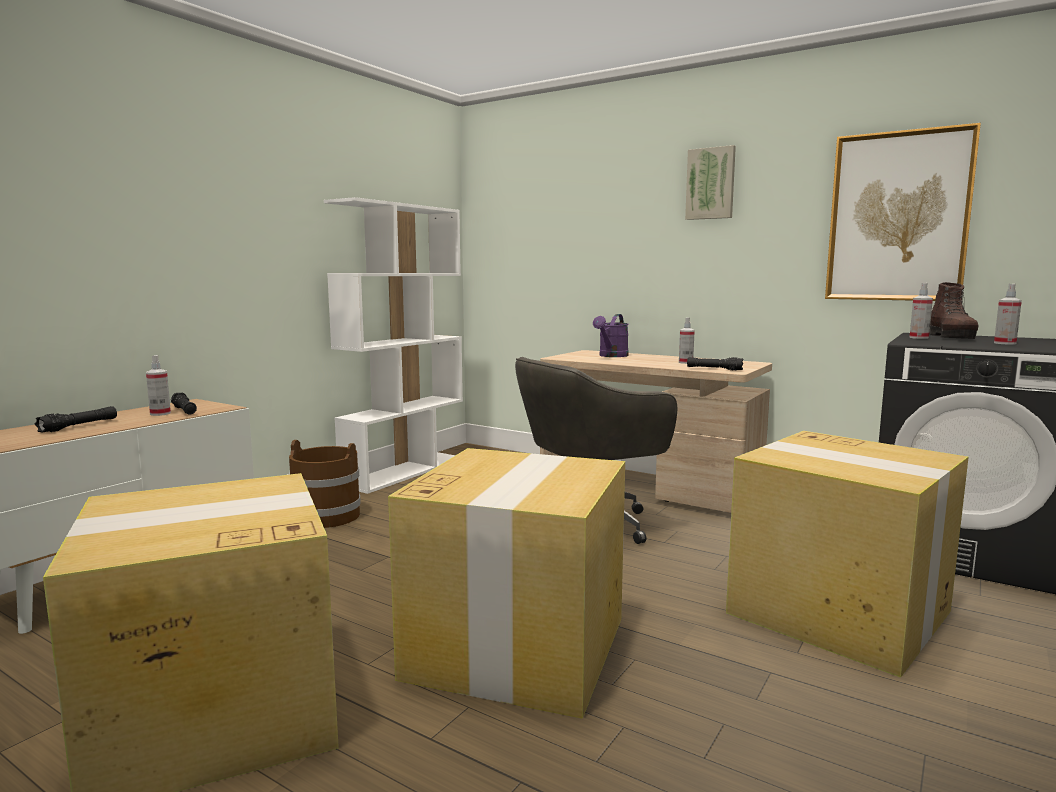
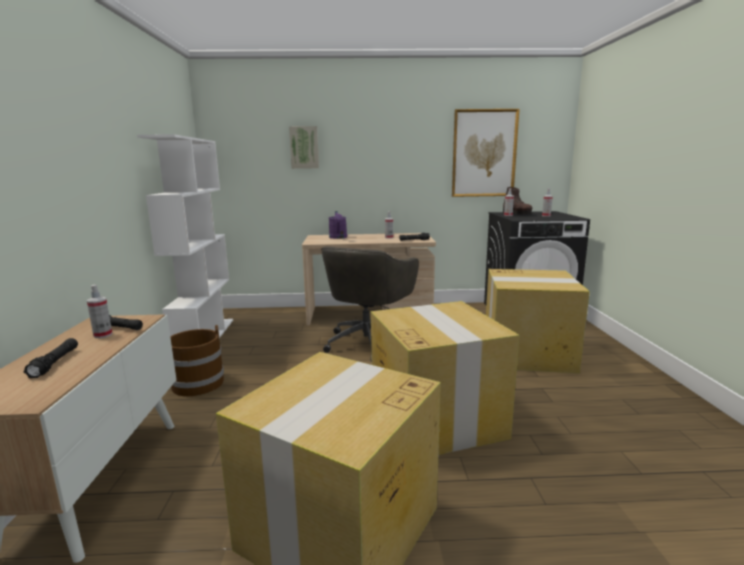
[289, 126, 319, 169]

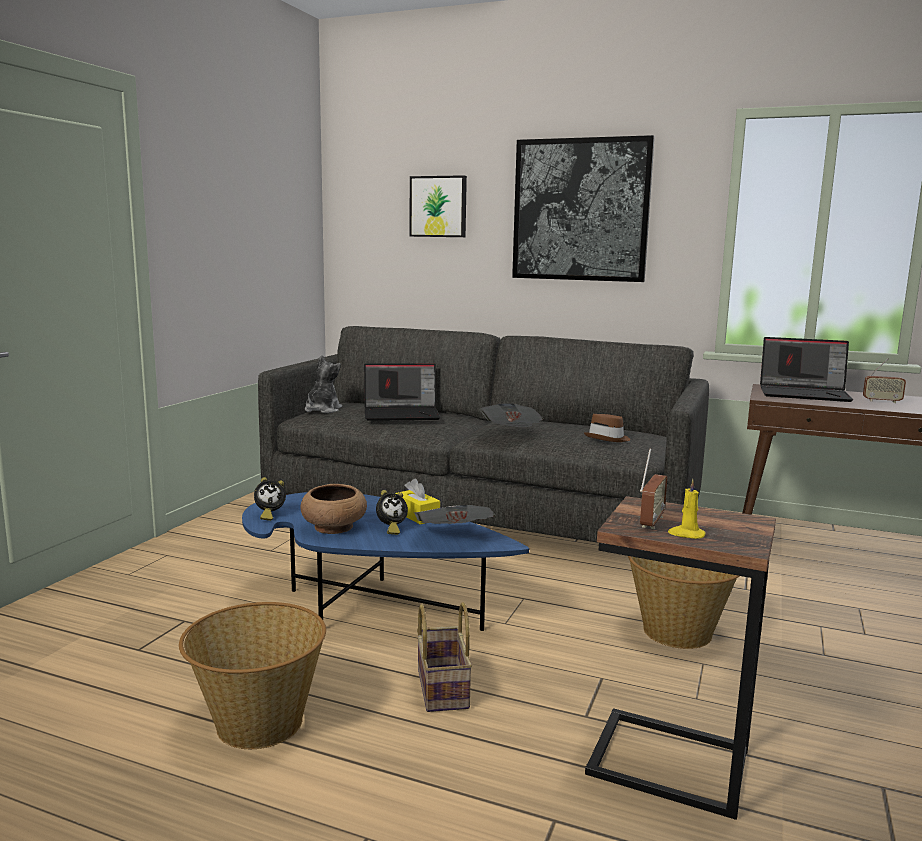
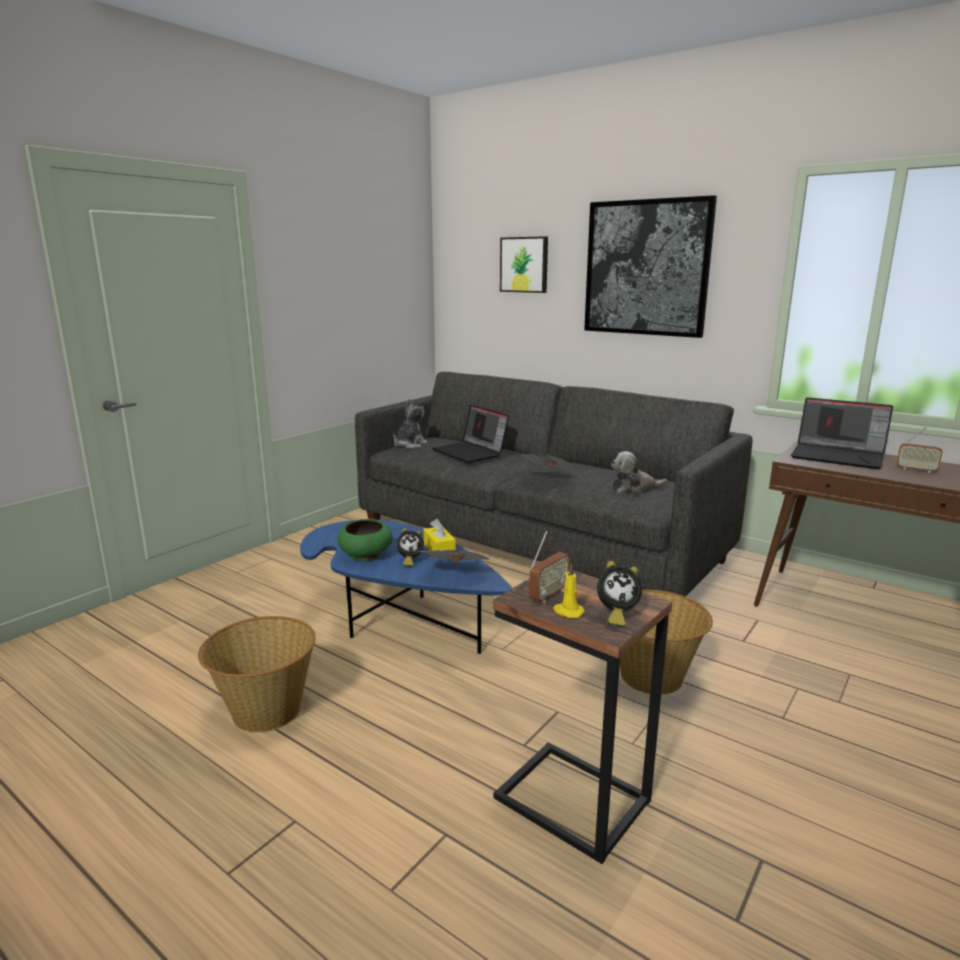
[337, 519, 392, 561]
[432, 405, 509, 463]
[597, 561, 642, 627]
[611, 451, 668, 494]
[417, 602, 472, 712] (first image)

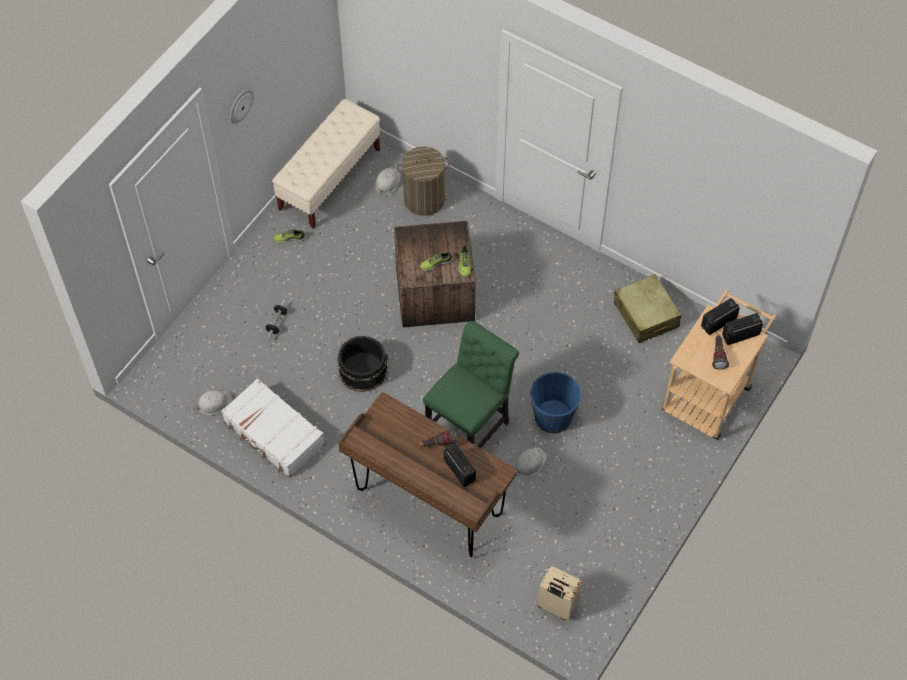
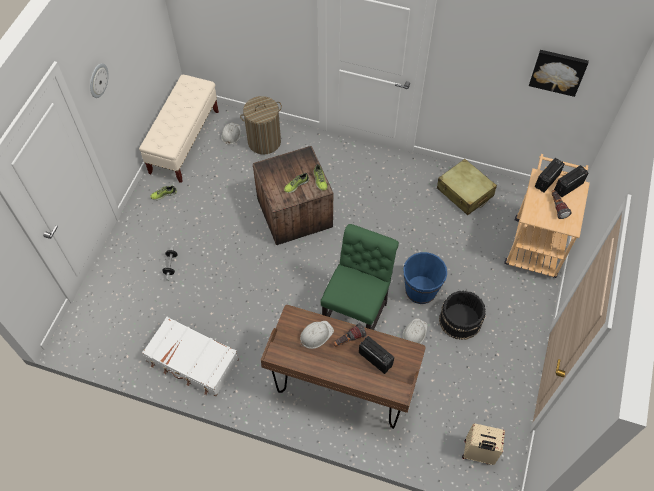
[300, 321, 334, 349]
[439, 290, 486, 340]
[529, 50, 589, 97]

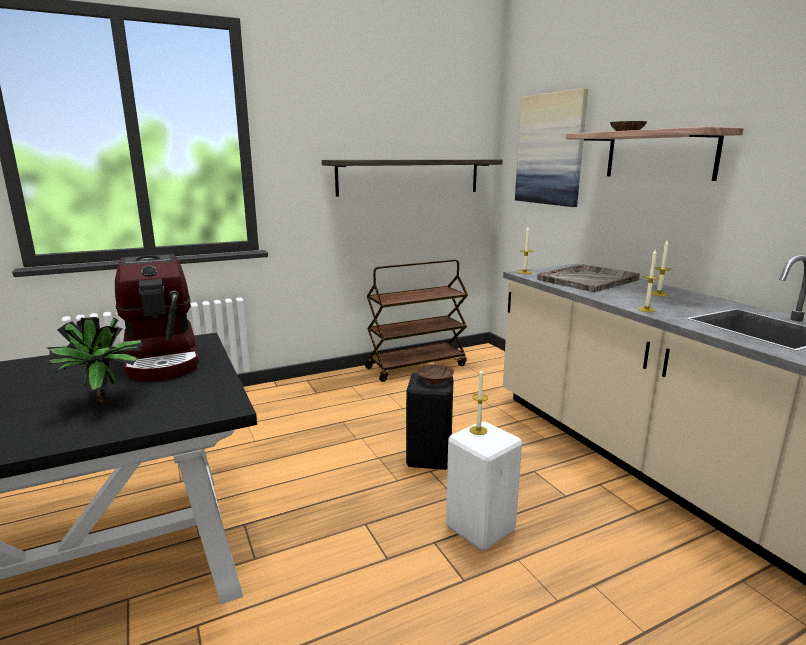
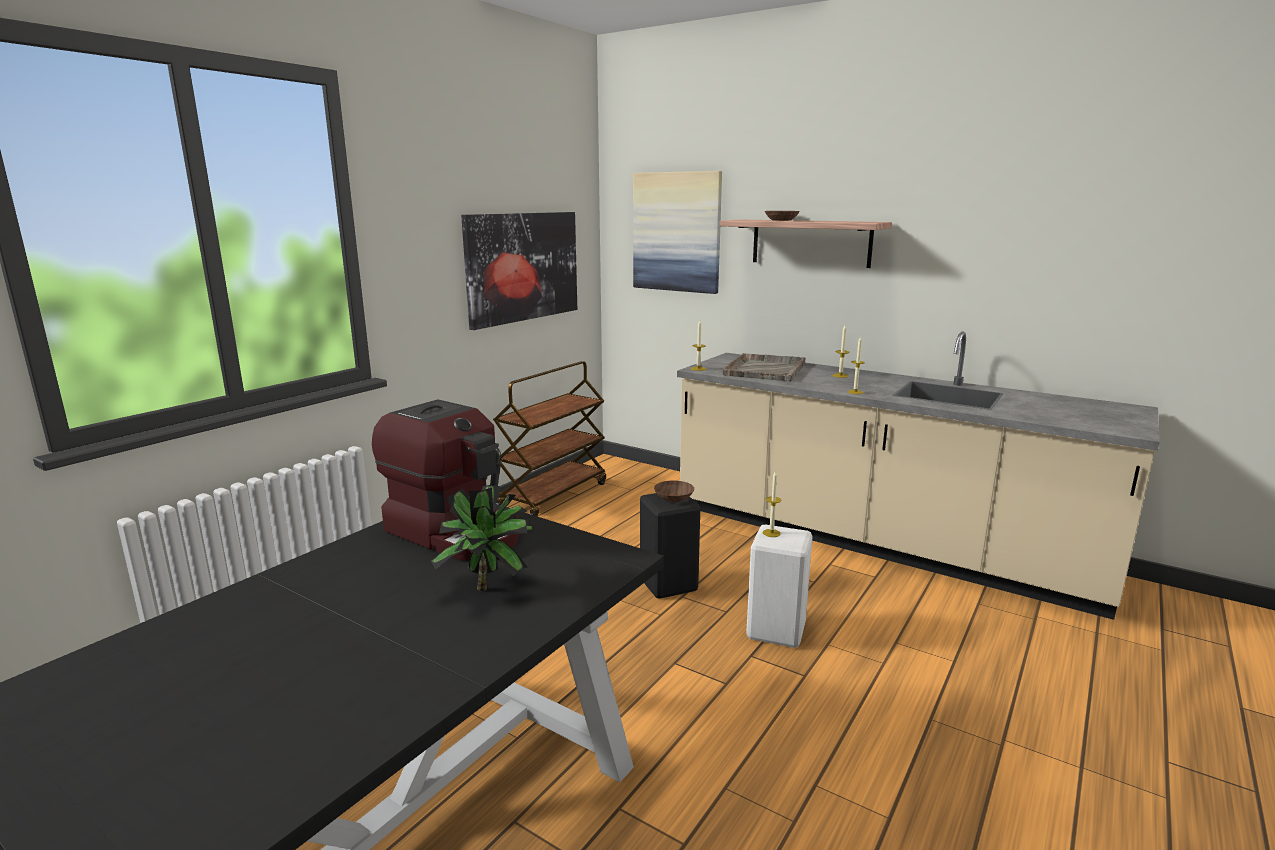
[461, 212, 577, 330]

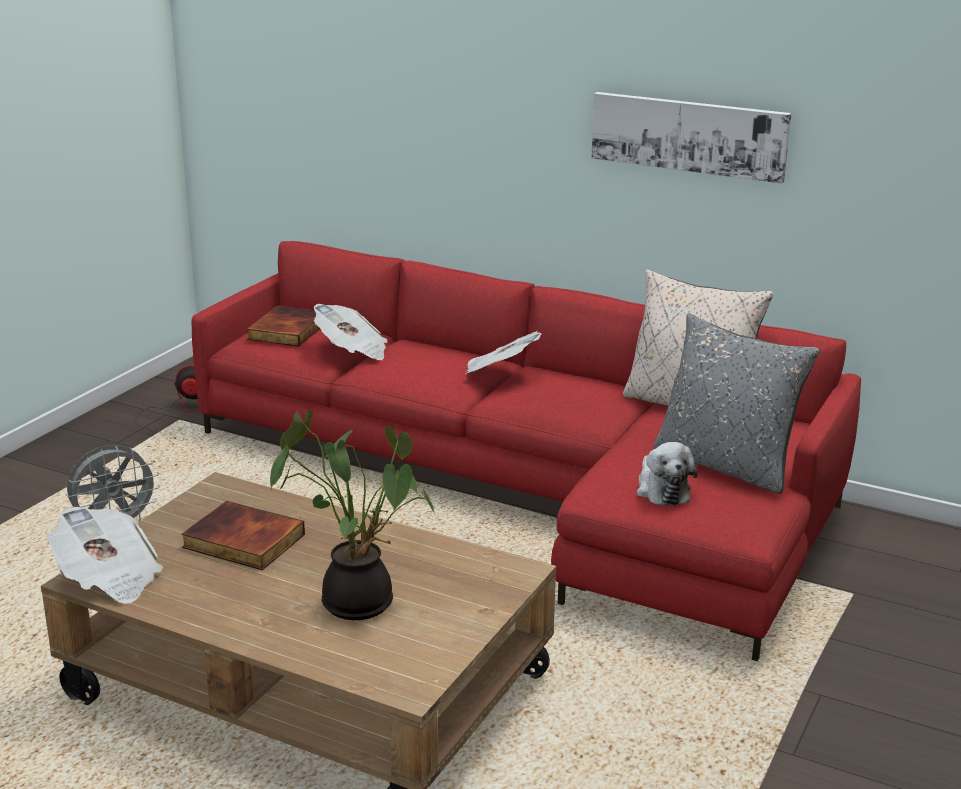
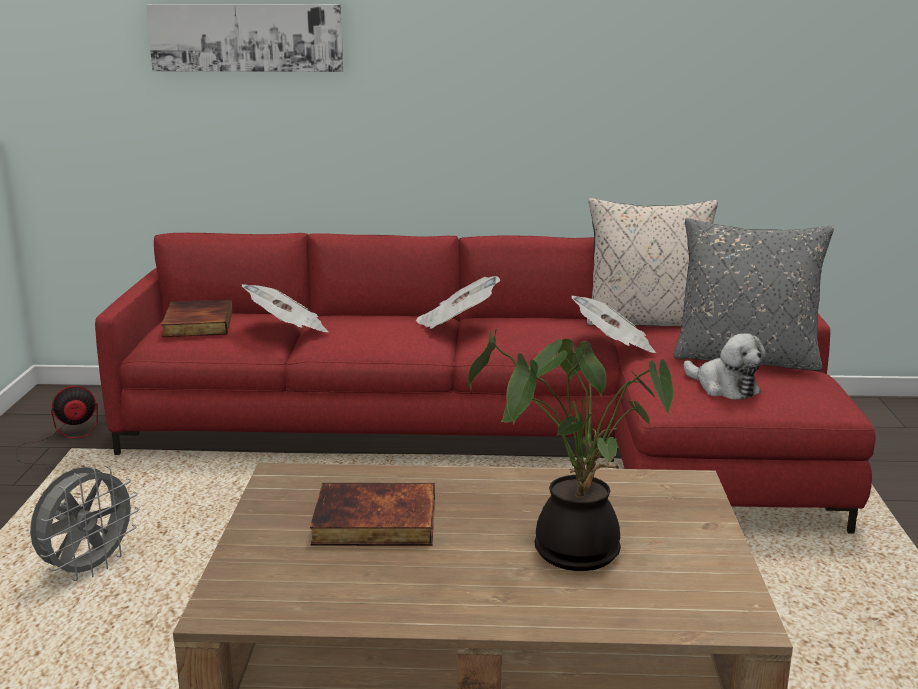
[146, 4, 343, 72]
[571, 296, 656, 353]

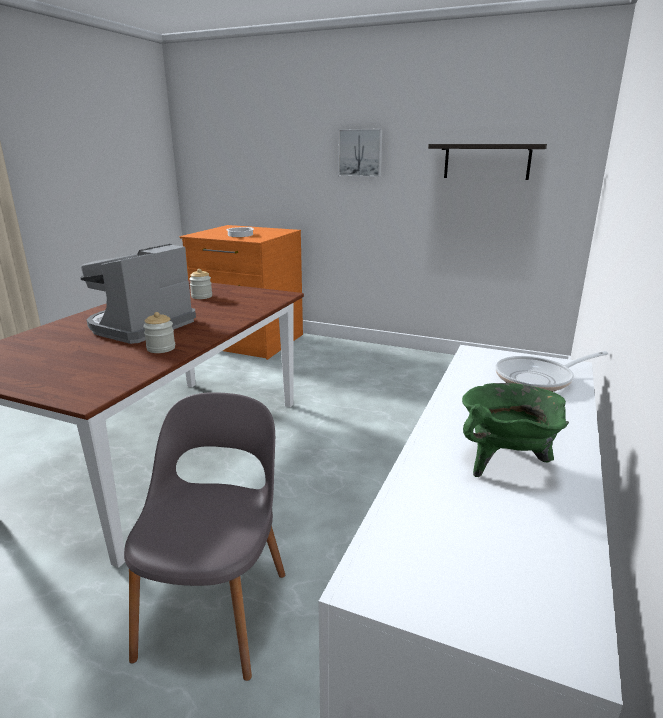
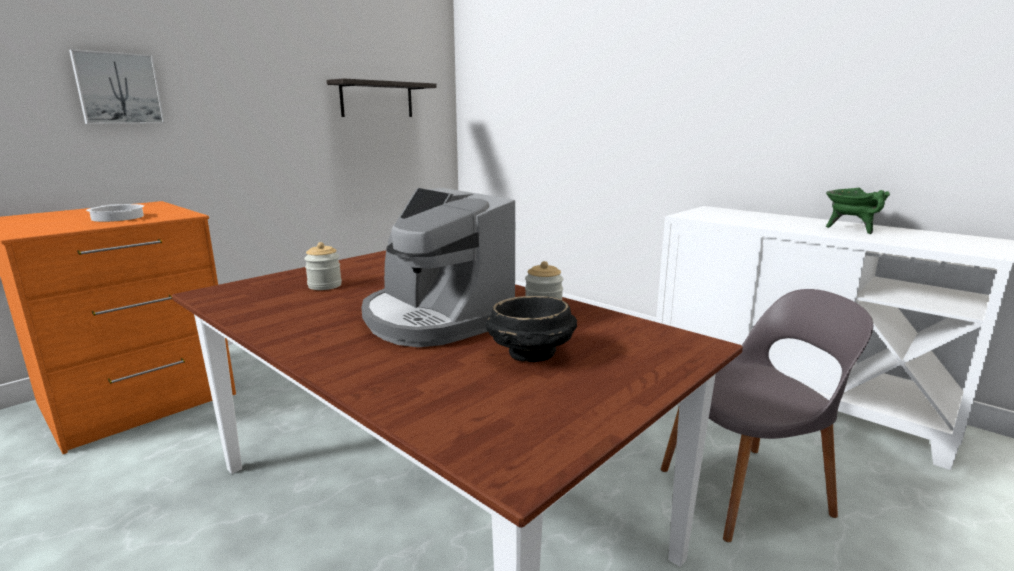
[69, 49, 165, 124]
[486, 296, 577, 362]
[661, 289, 873, 542]
[495, 351, 608, 391] (first image)

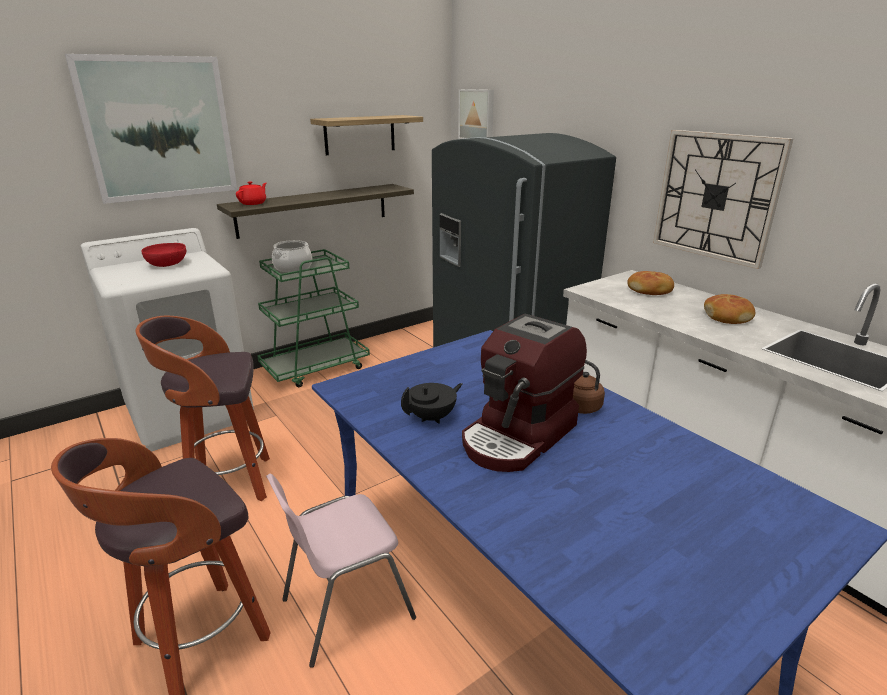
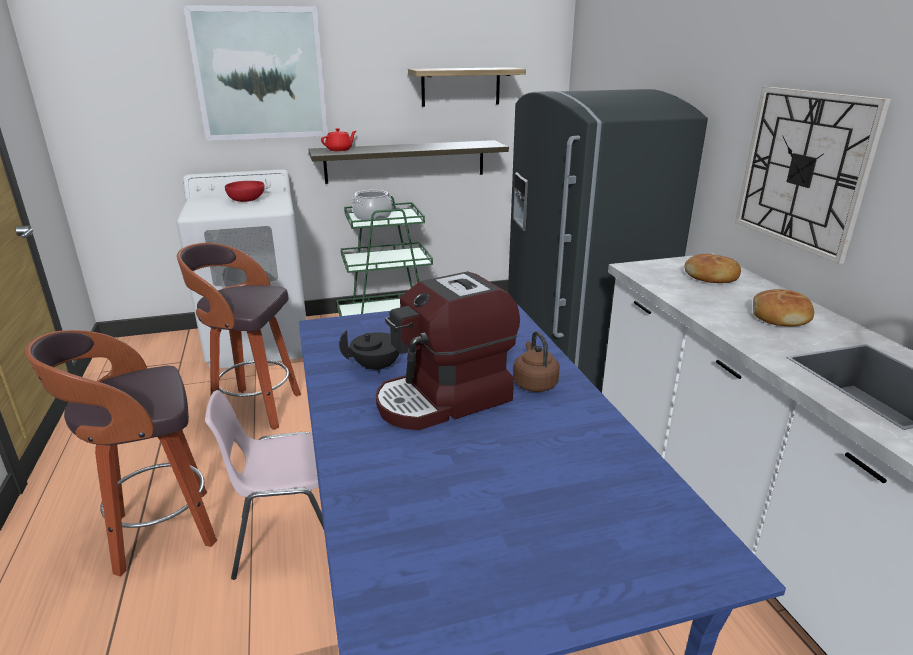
[458, 89, 494, 139] (first image)

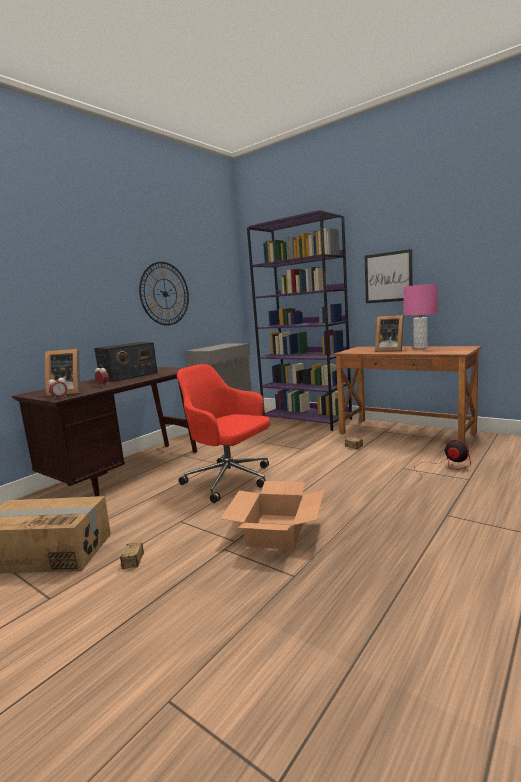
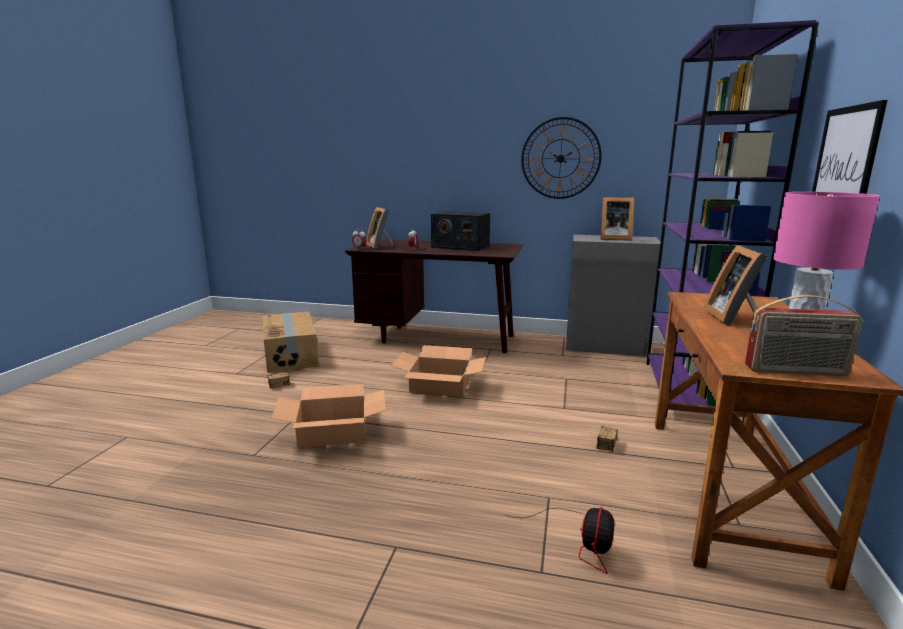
[391, 345, 486, 397]
[600, 197, 634, 241]
[745, 295, 862, 376]

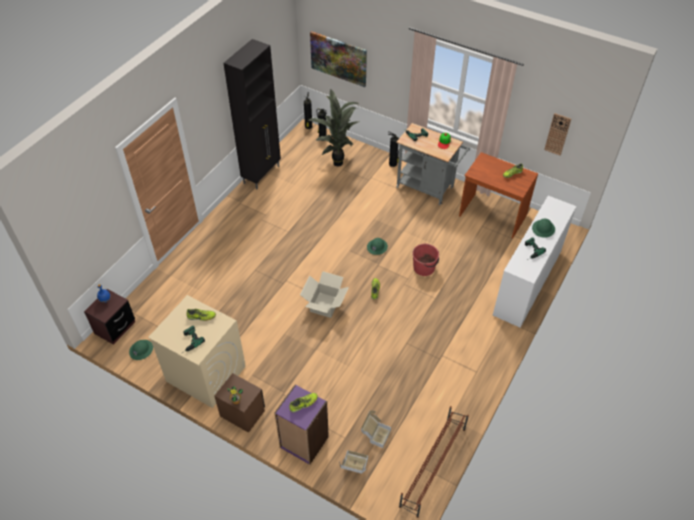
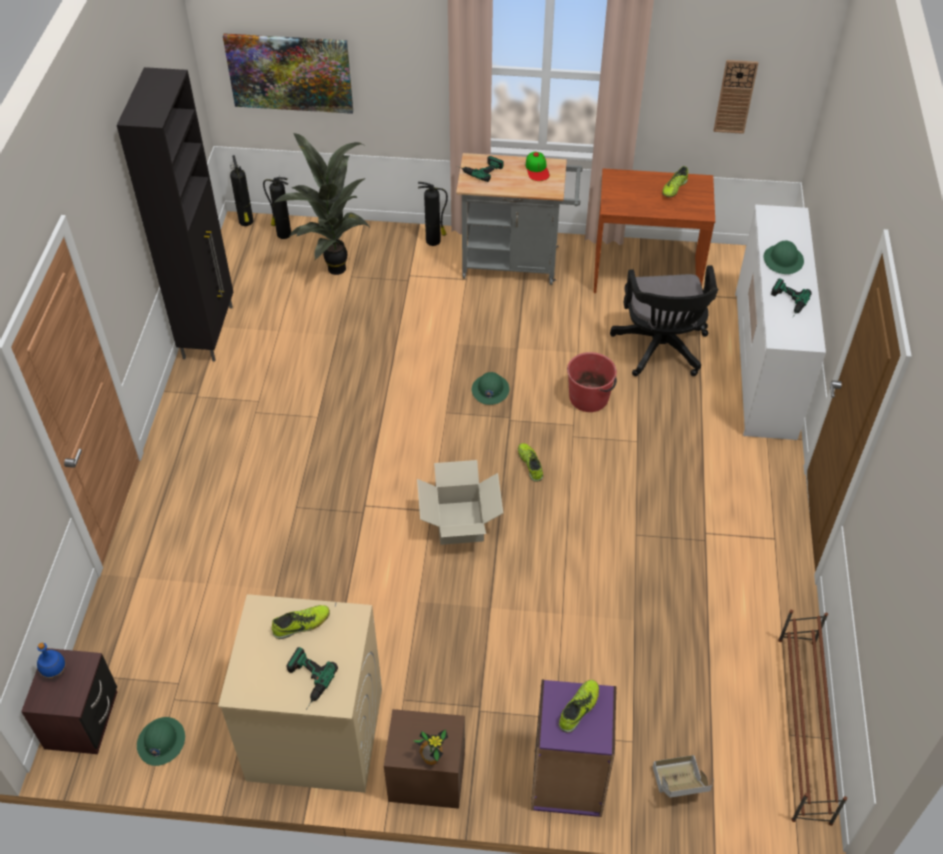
[610, 265, 718, 376]
[361, 410, 391, 448] (first image)

